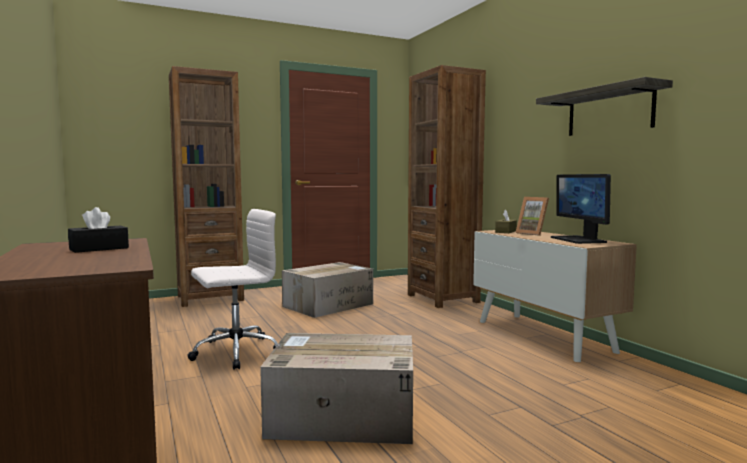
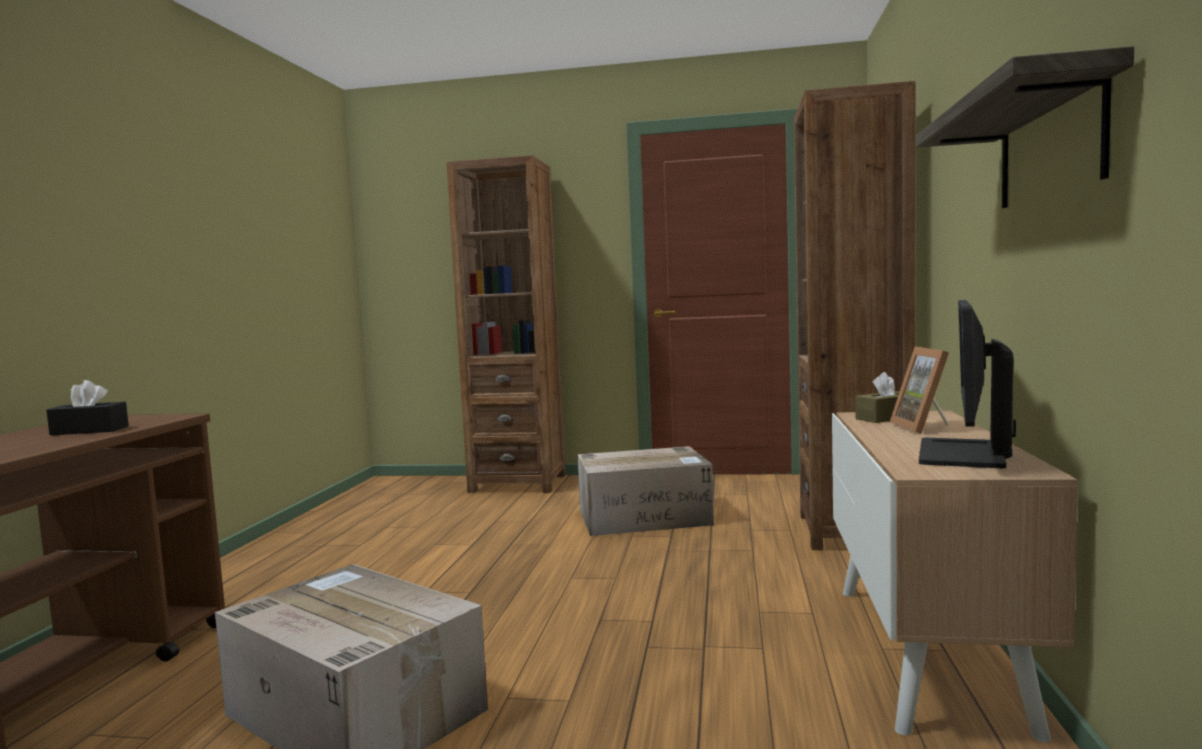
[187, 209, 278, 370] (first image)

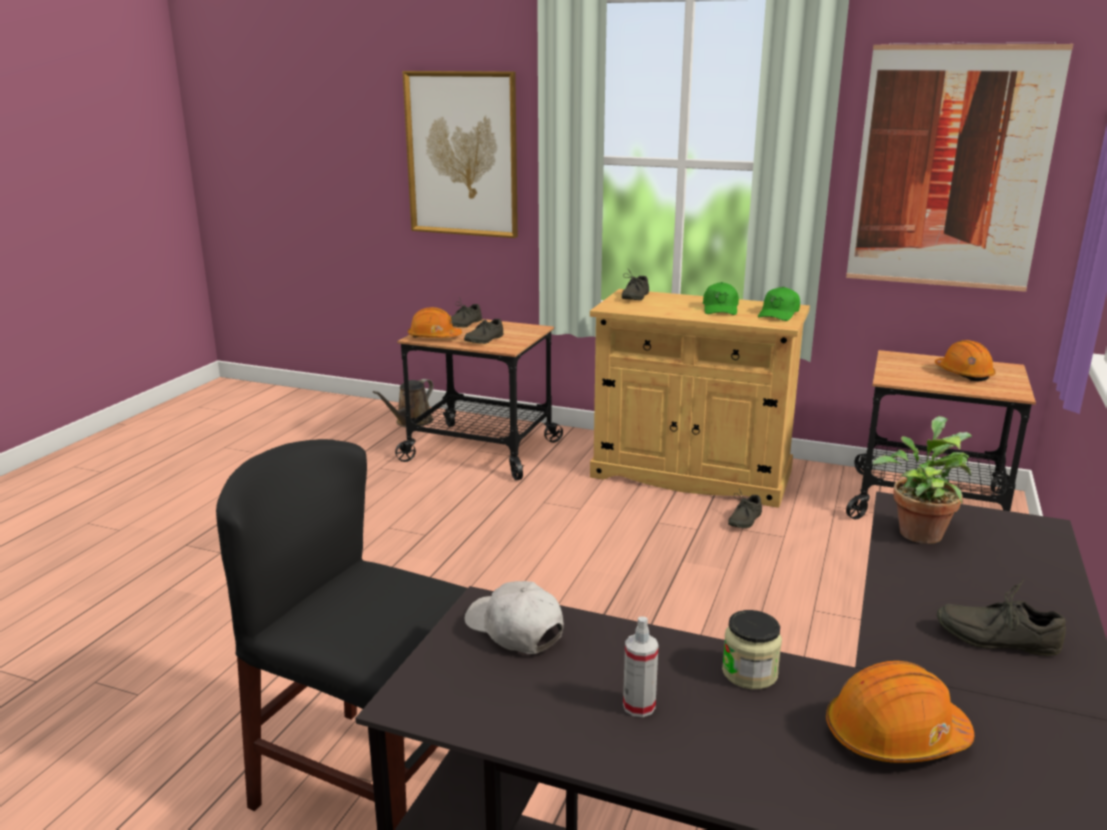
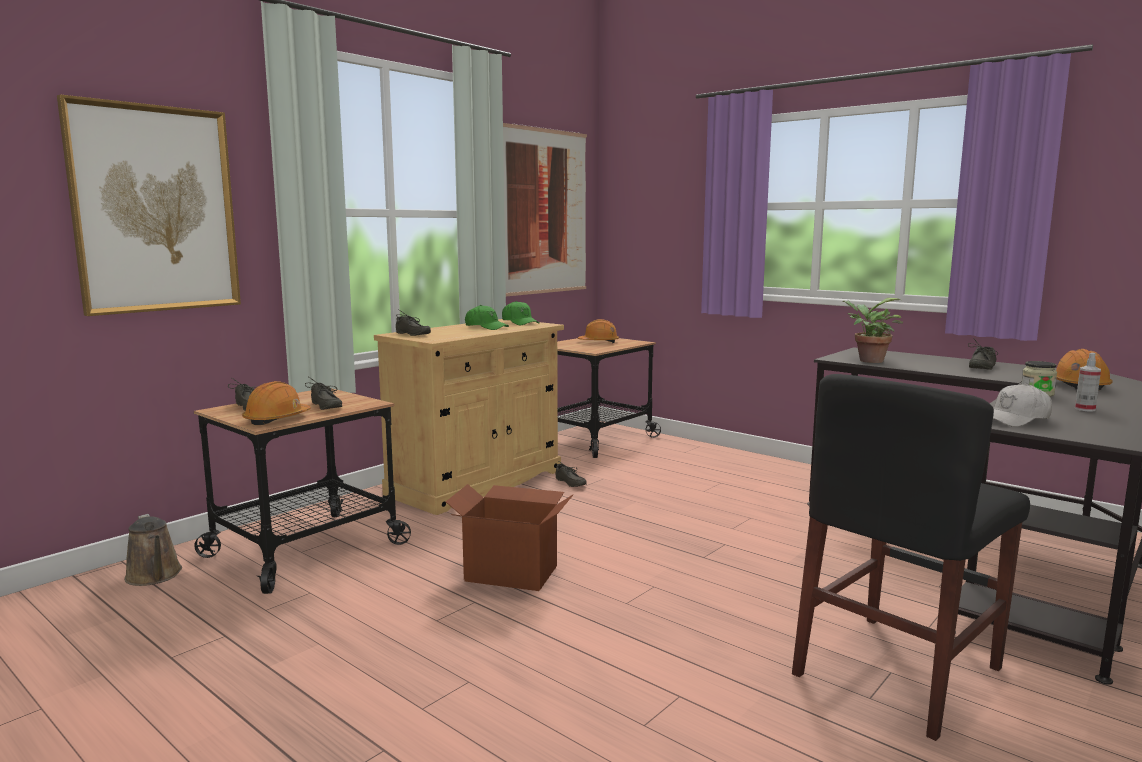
[446, 484, 573, 591]

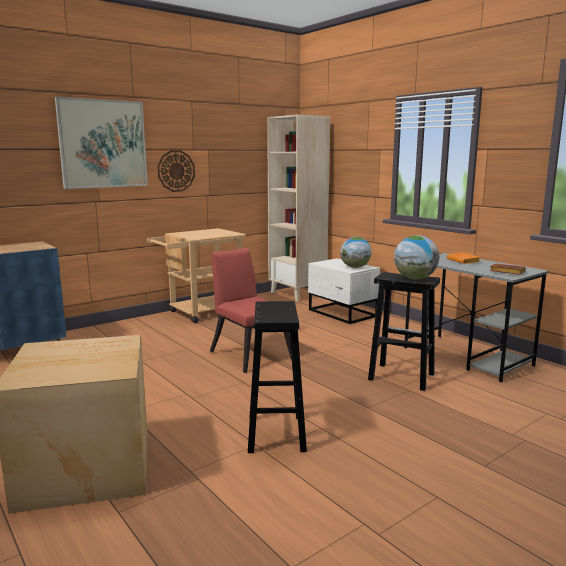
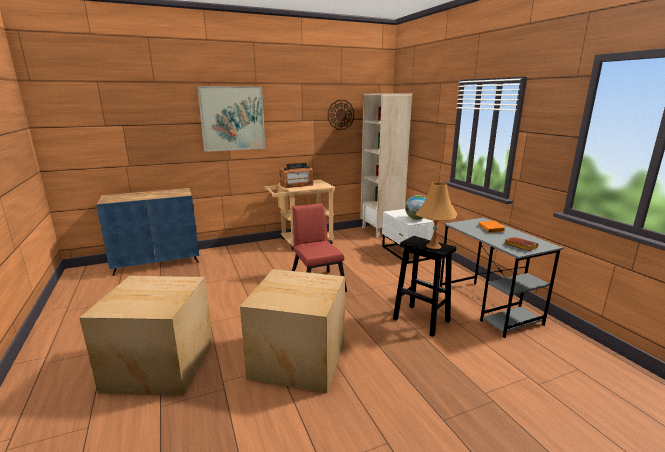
[240, 269, 345, 393]
[280, 163, 313, 188]
[328, 100, 354, 130]
[416, 182, 457, 249]

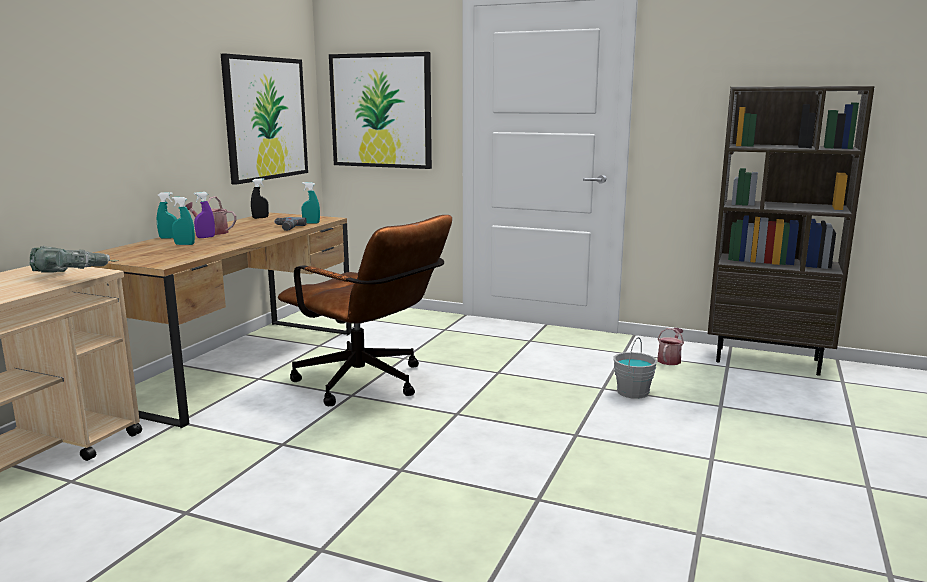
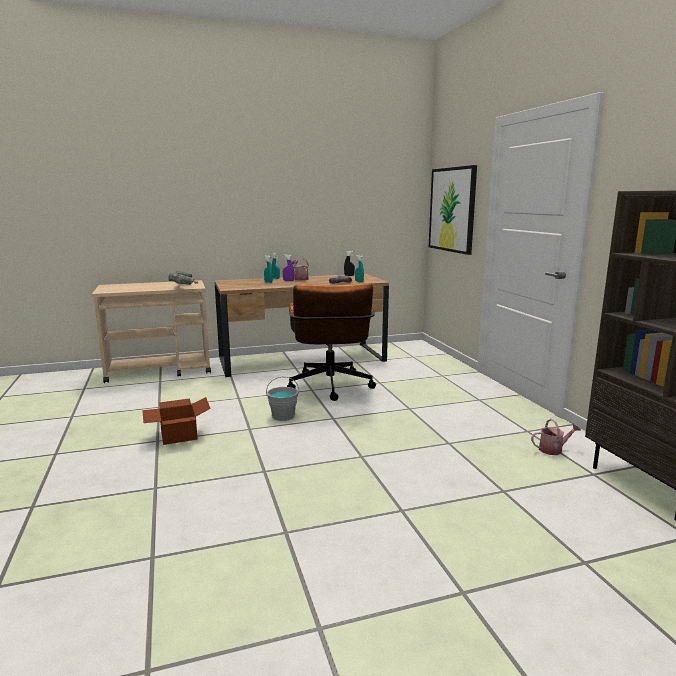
[142, 397, 211, 445]
[266, 377, 299, 421]
[221, 54, 308, 185] (first image)

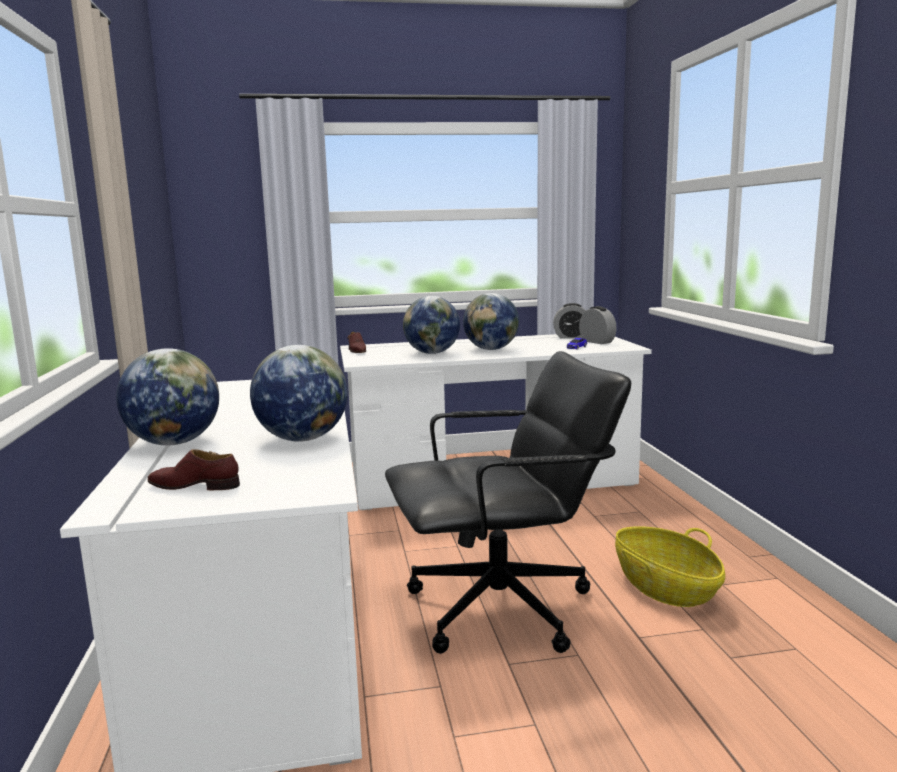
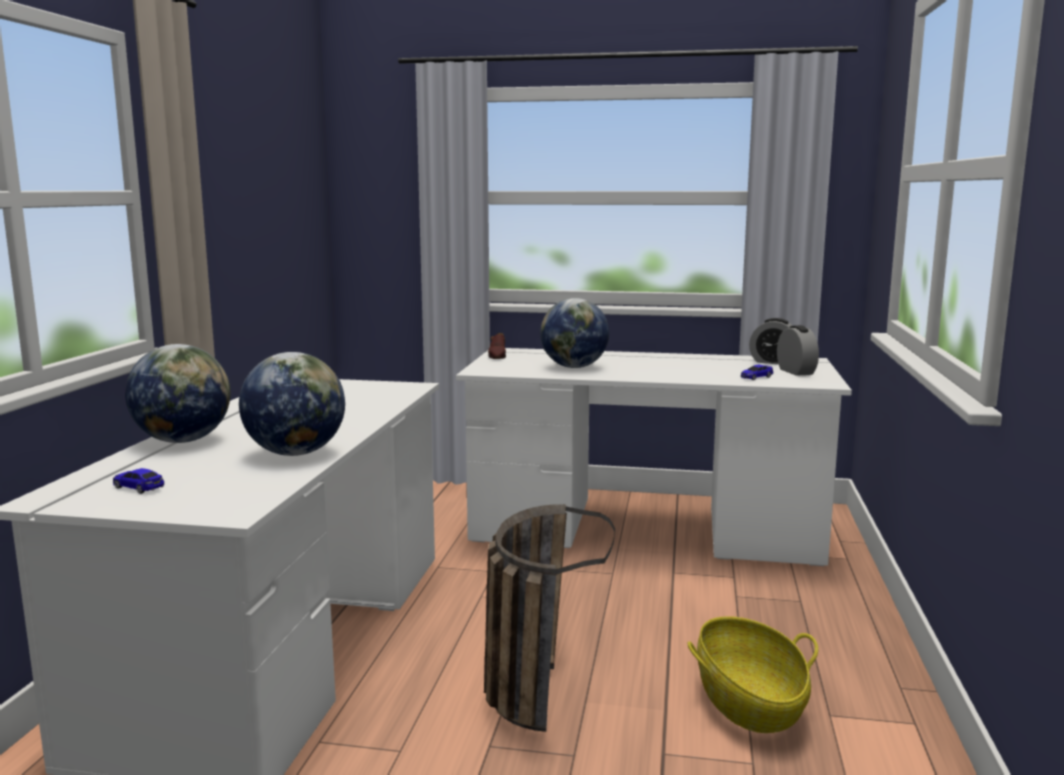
[113, 468, 164, 494]
[484, 504, 615, 732]
[463, 293, 519, 350] (first image)

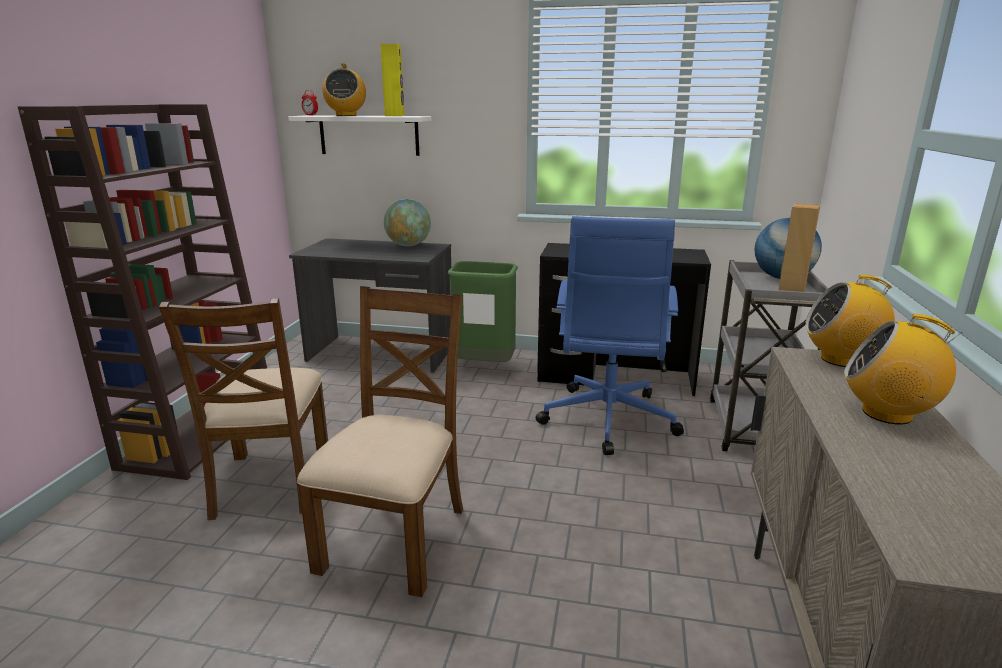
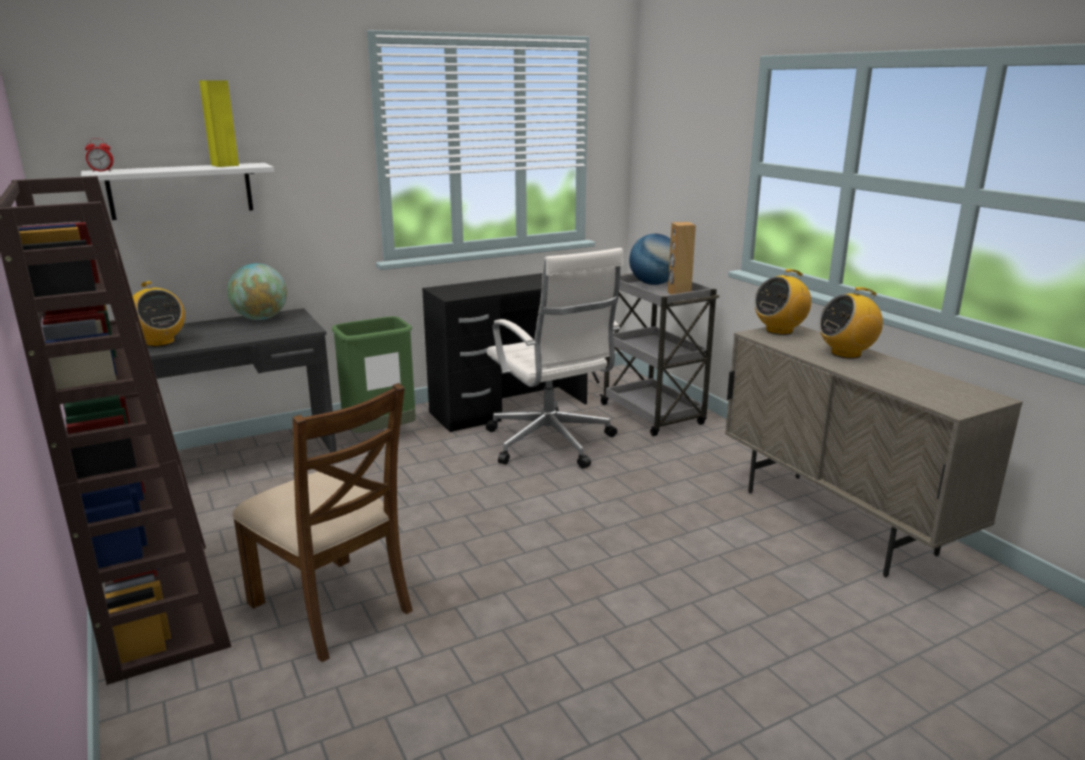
[133, 281, 185, 347]
[486, 248, 623, 469]
[297, 286, 463, 597] (first image)

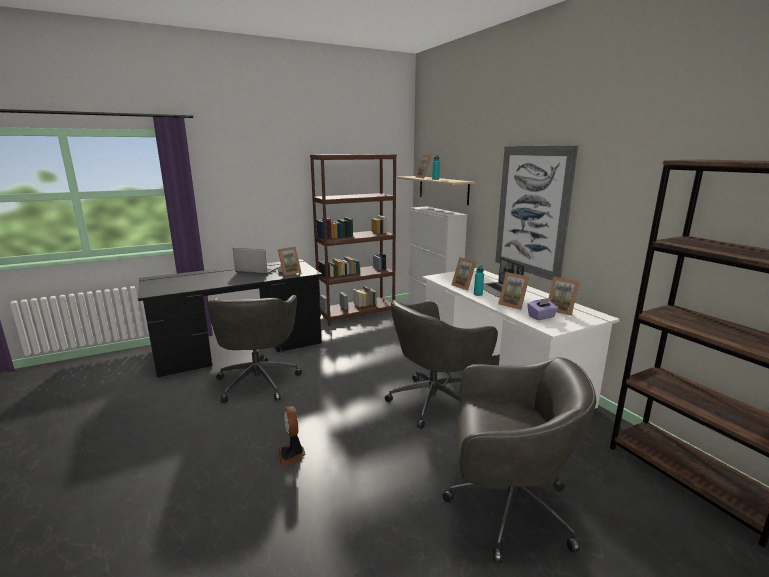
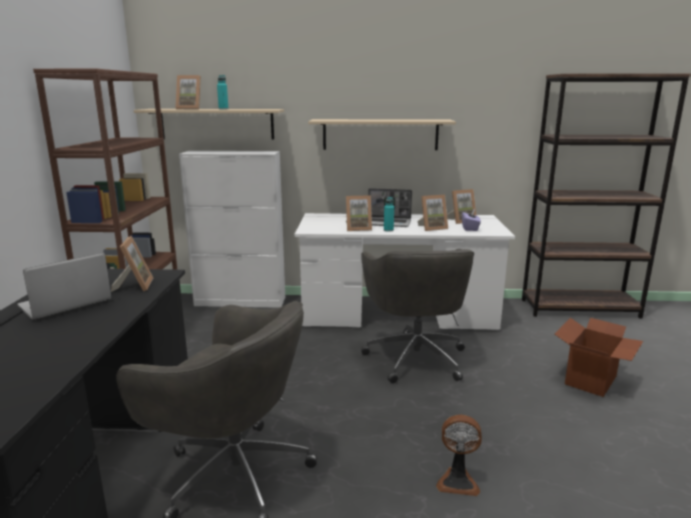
[308, 119, 456, 150]
[555, 318, 643, 397]

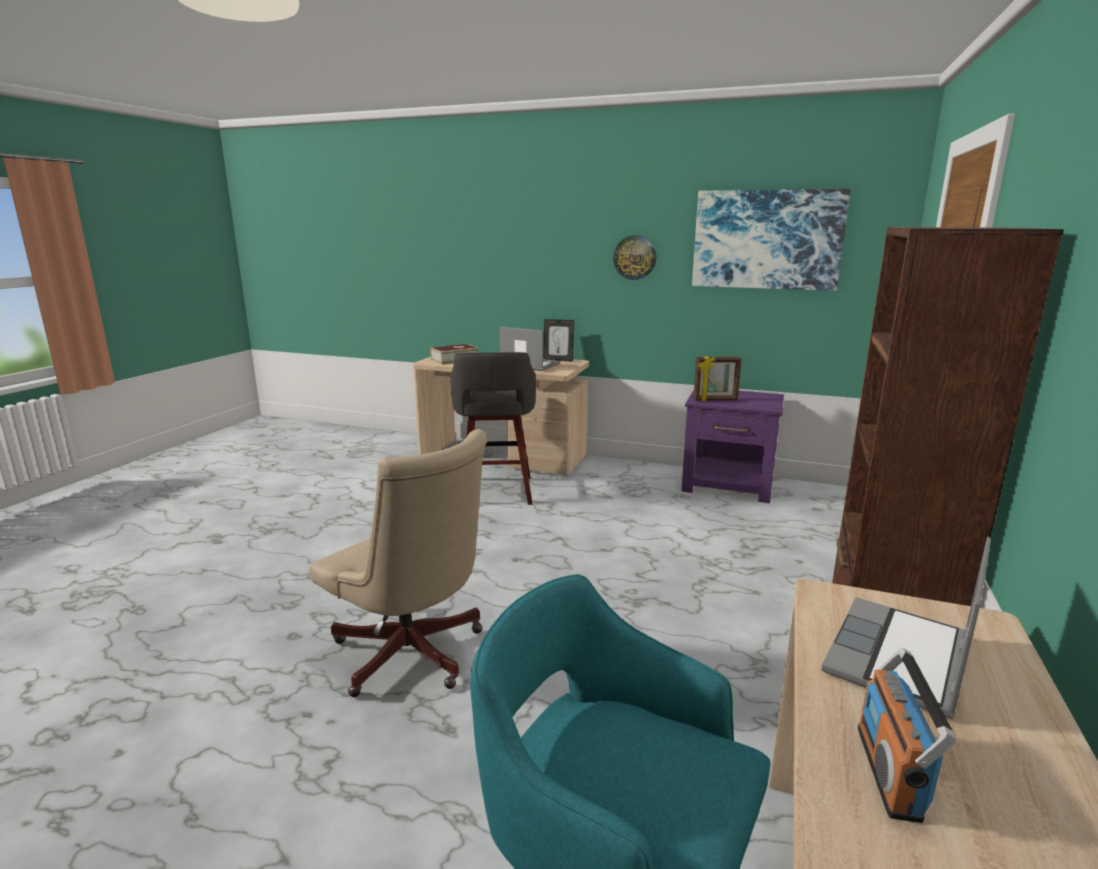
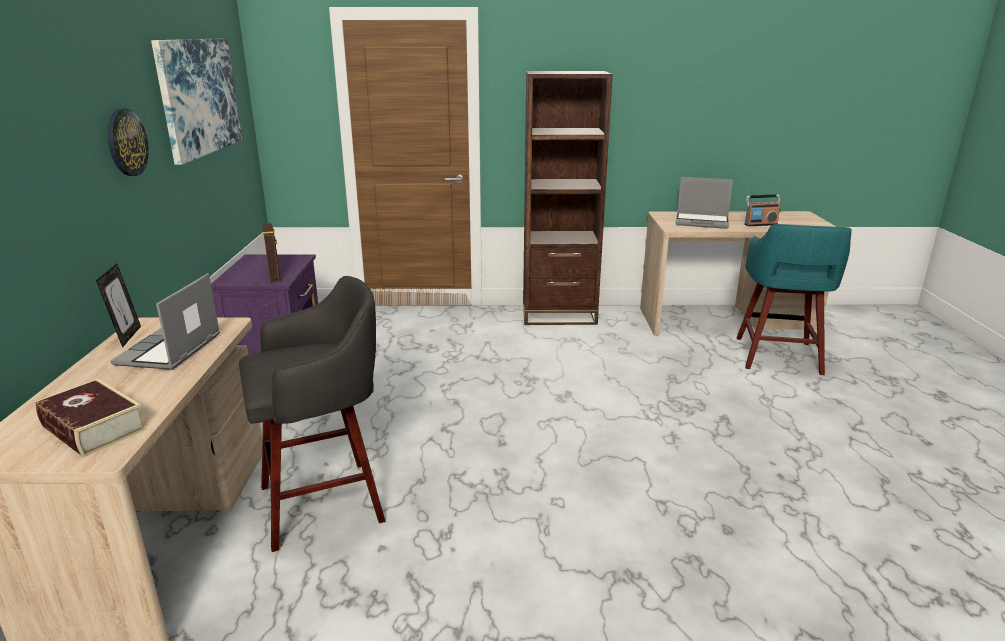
[310, 429, 487, 697] (first image)

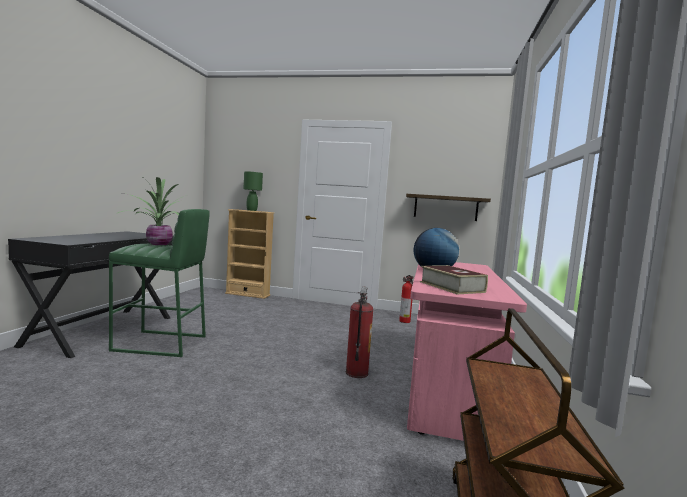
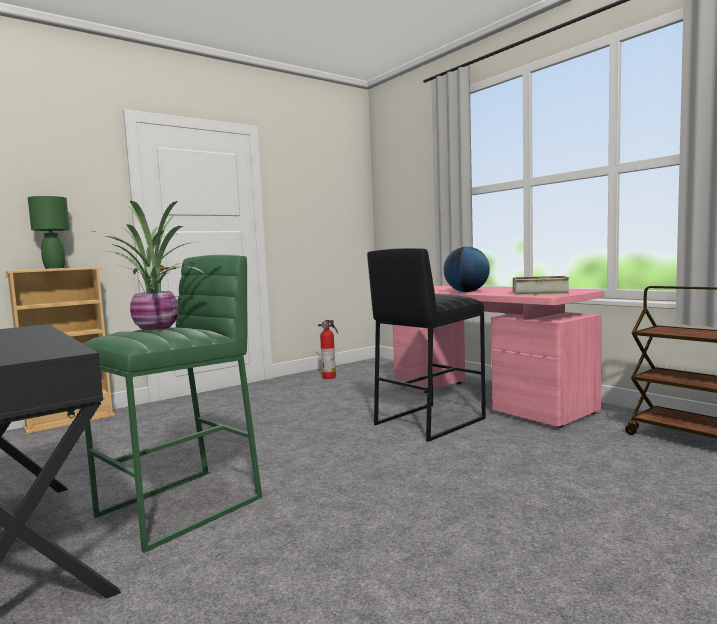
[367, 248, 486, 442]
[406, 194, 491, 221] (first image)

